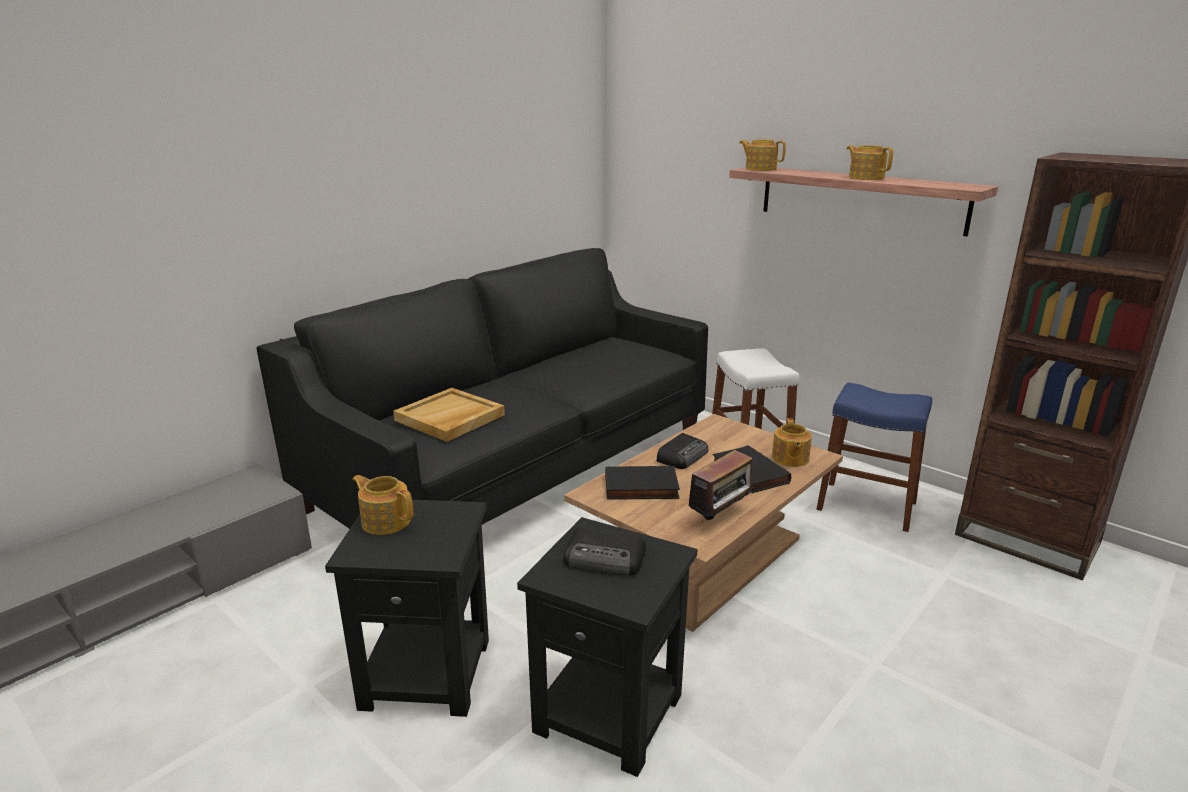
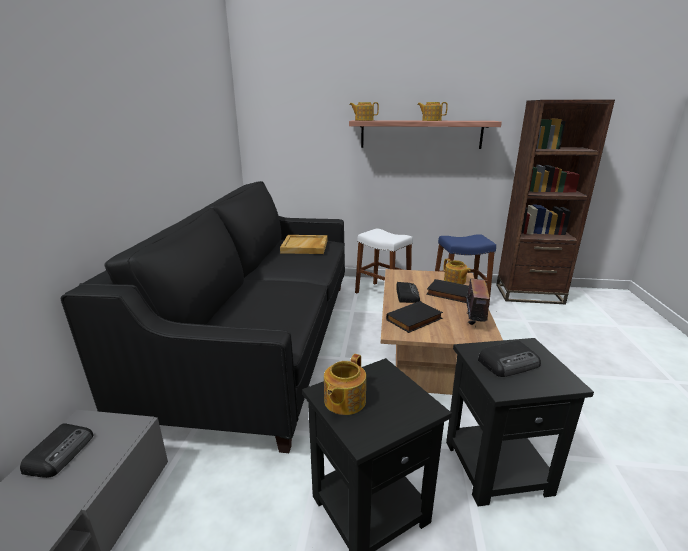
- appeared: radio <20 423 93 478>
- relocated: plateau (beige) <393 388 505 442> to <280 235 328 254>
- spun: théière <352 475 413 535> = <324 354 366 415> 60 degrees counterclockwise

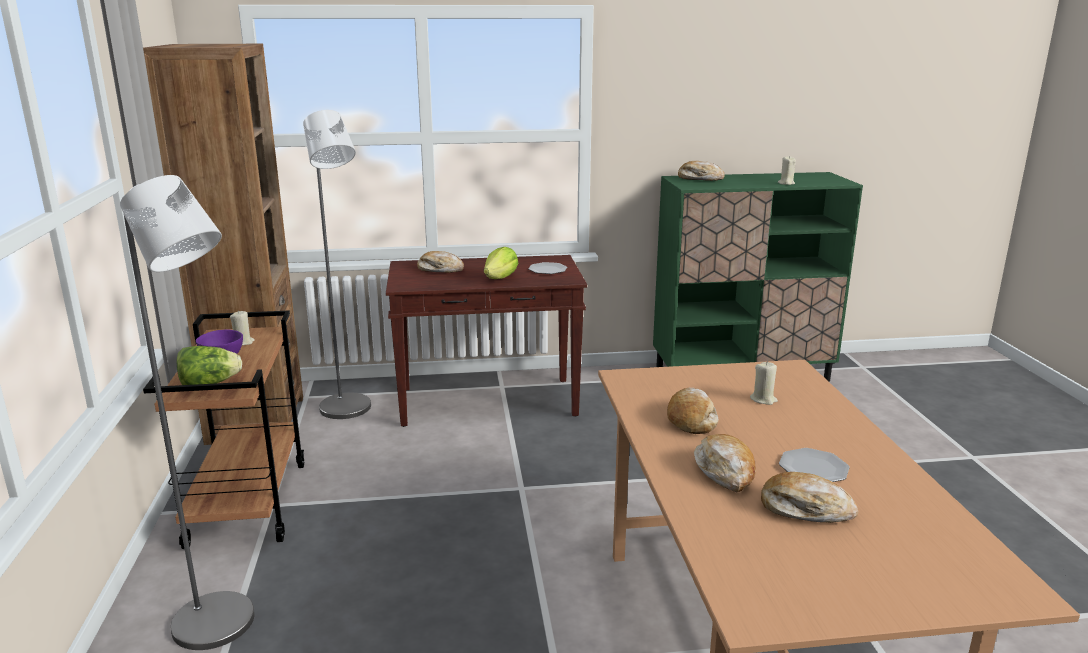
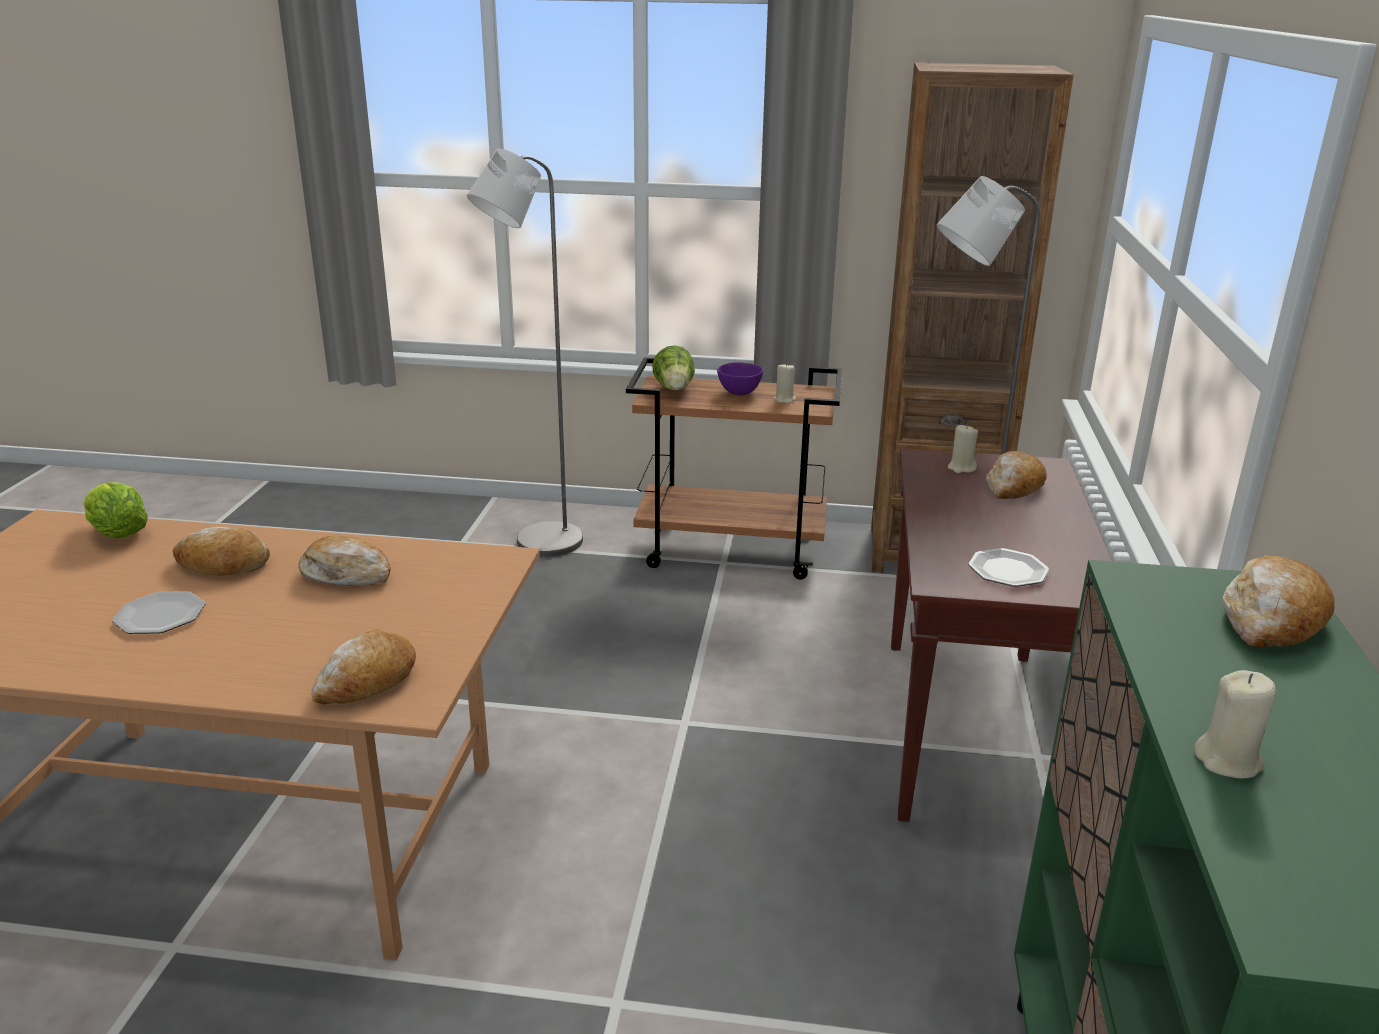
- relocated: laitue <484 247 518 279> to <84 482 148 539>
- relocated: pain <761 472 858 523> to <311 629 416 704>
- relocated: bougie (beige) <750 361 778 405> to <948 424 978 473>

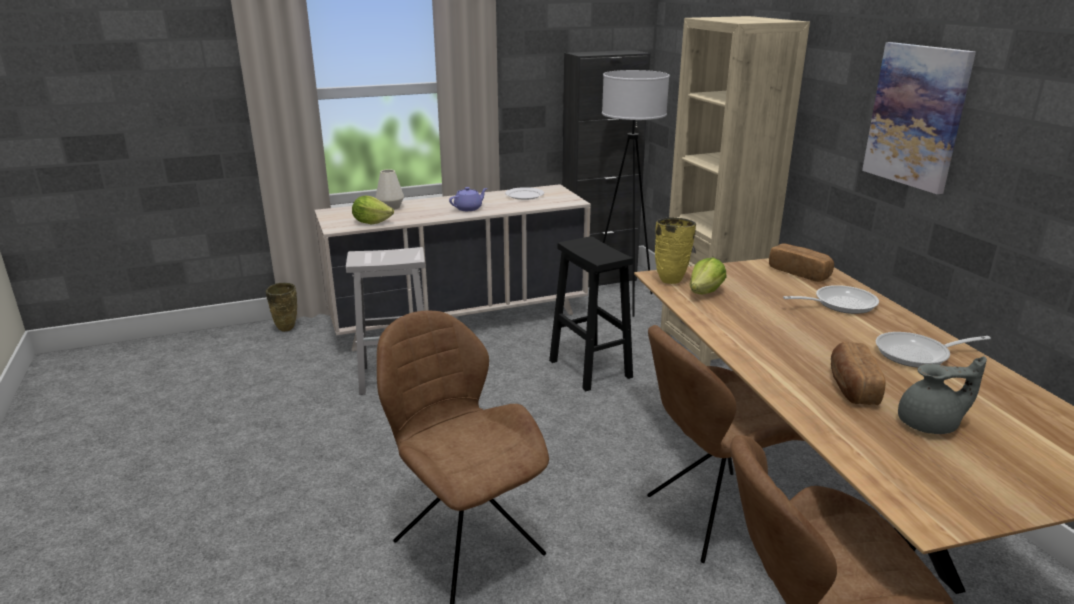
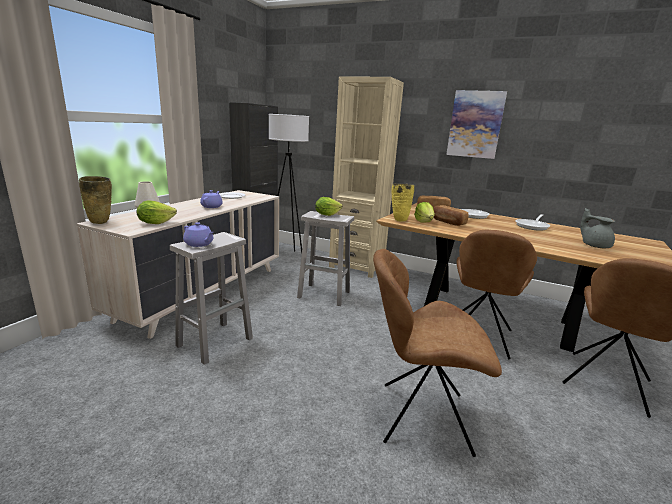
- relocated: vase (beige) <266 283 297 332> to <79 176 112 224>
- appeared: théière (violet) <183 222 214 247>
- colour: tabouret (noir) <549 236 633 391> to tabouret (blanc) <297 211 354 306>
- appeared: laitue <315 197 343 216>
- relocated: pain <831 342 886 405> to <433 205 469 226>
- spun: théière (gris) <898 356 987 434> = <580 208 615 248> 75 degrees counterclockwise

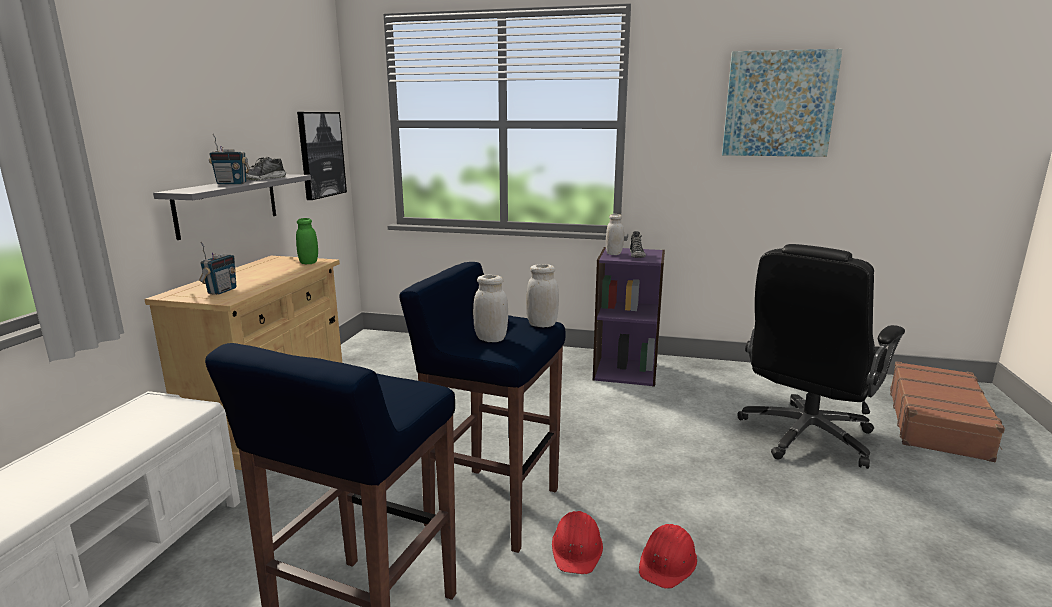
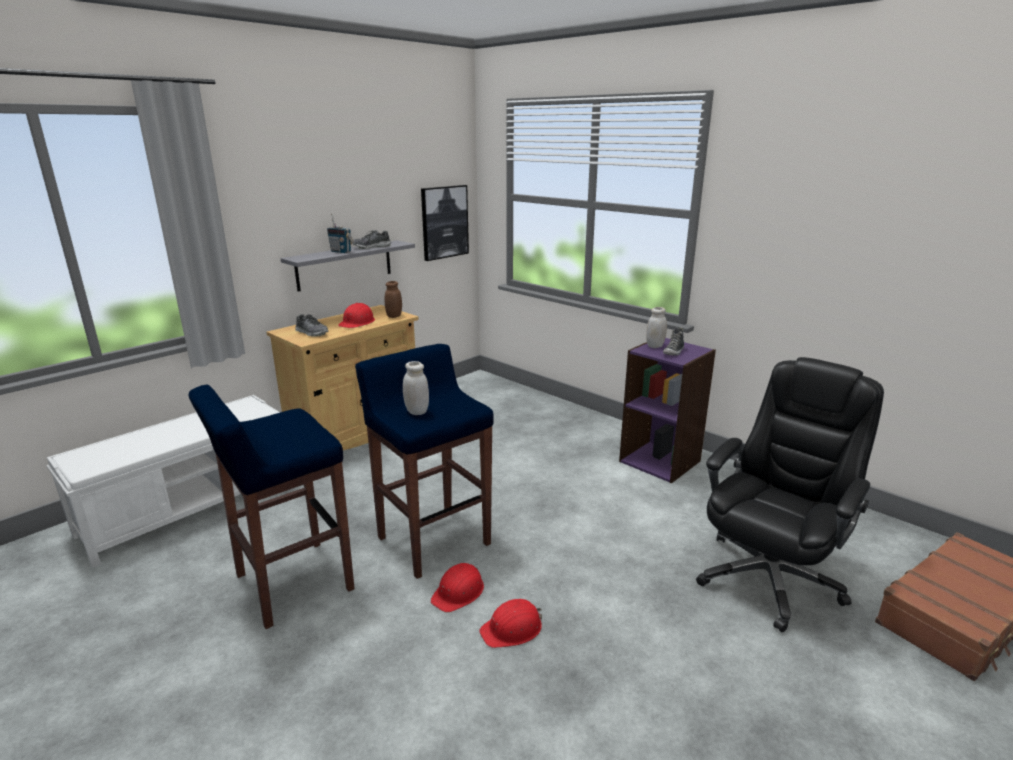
- exchanged: radio <199 242 236 295> to chaussure <295 314 329 337>
- appeared: casque de chantier (rouge) <338 303 375 328>
- colour: bocal (vert) <296 218 318 264> to bocal (marron) <384 281 402 318>
- spun: chaise de bureau (noir) <737 244 905 469> = <696 357 884 632> 150 degrees clockwise
- missing: bocal (blanc) <526 264 559 327>
- missing: tableau <722 49 842 157>

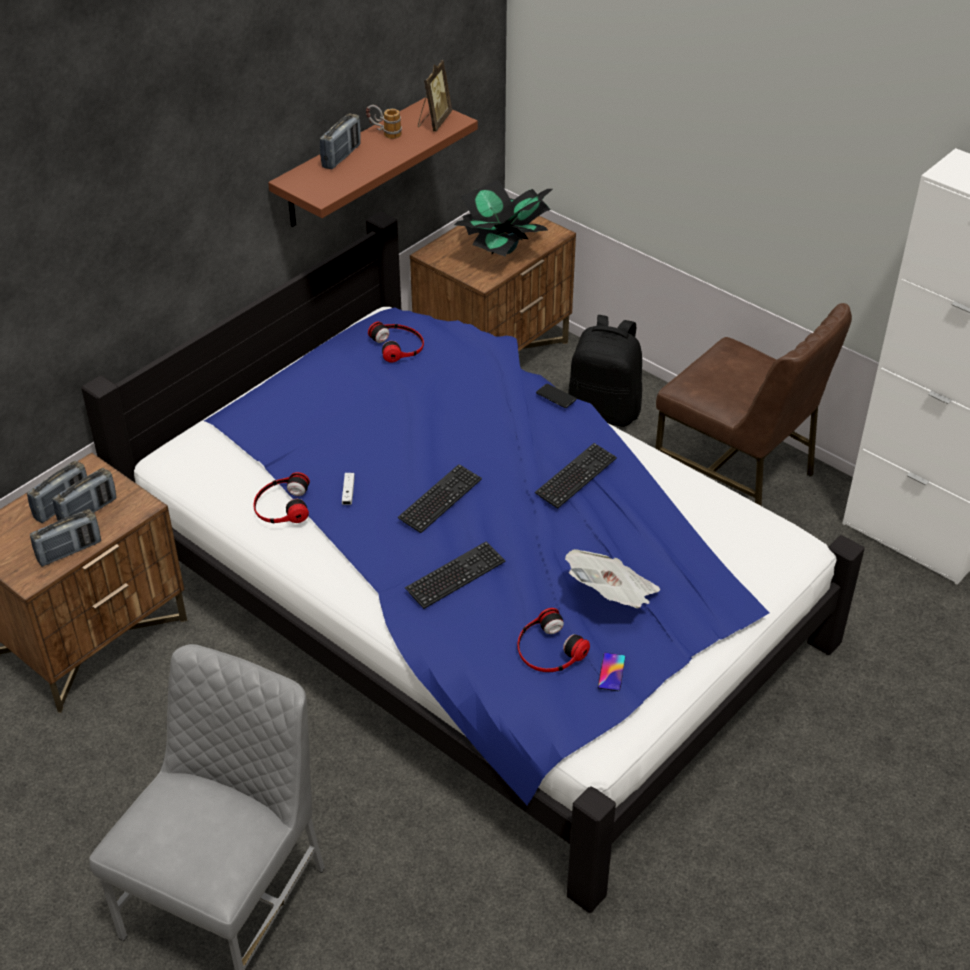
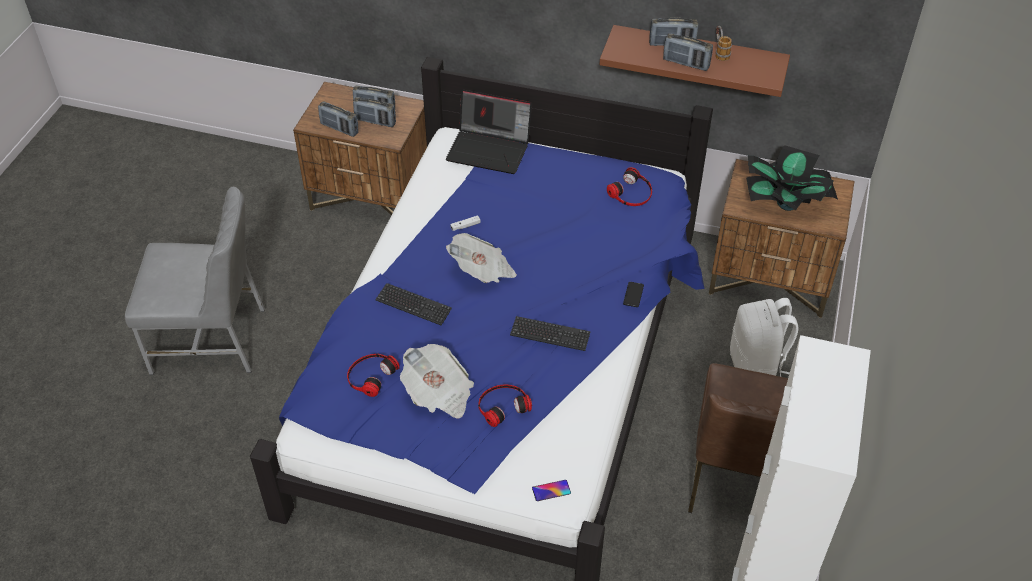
- appeared: ordinateur portable <446 90 532 174>
- exchanged: clavier <398 464 482 533> to journal <446 233 517 283>
- relocated: casque audio <254 472 310 523> to <478 385 532 427>
- relocated: téléphone <598 653 625 691> to <532 480 571 501>
- appeared: radio <663 33 713 71>
- colour: sac à dos (noir) <568 315 642 427> to sac à dos (blanc) <730 298 798 377>
- missing: cadre photo <418 60 452 132>

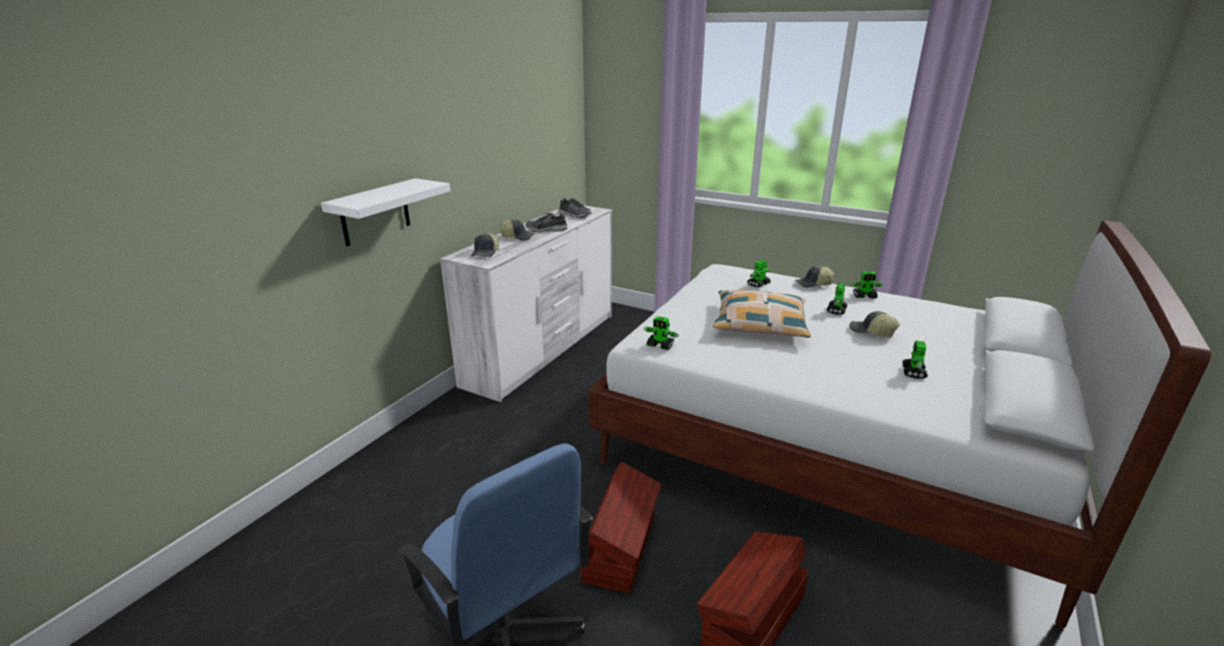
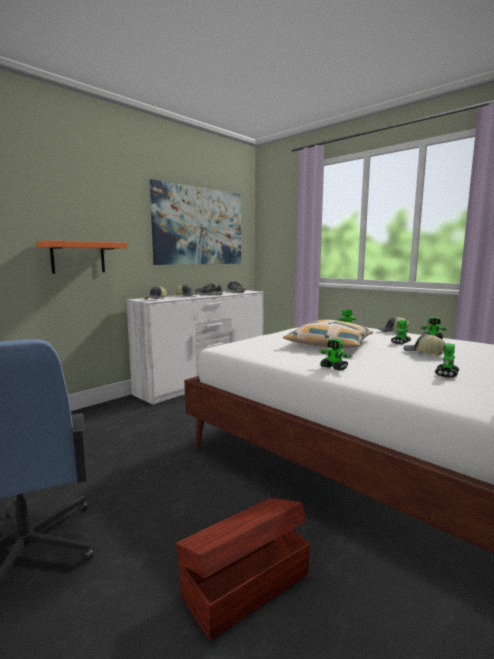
- colour: étagère (blanc) <321 178 450 246> to étagère (orange) <37 240 127 274>
- appeared: tableau <150 179 241 265>
- relocated: robot jouet <644 316 679 350> to <319 339 351 371>
- missing: boîte de rangement (marron) <580 462 661 594>

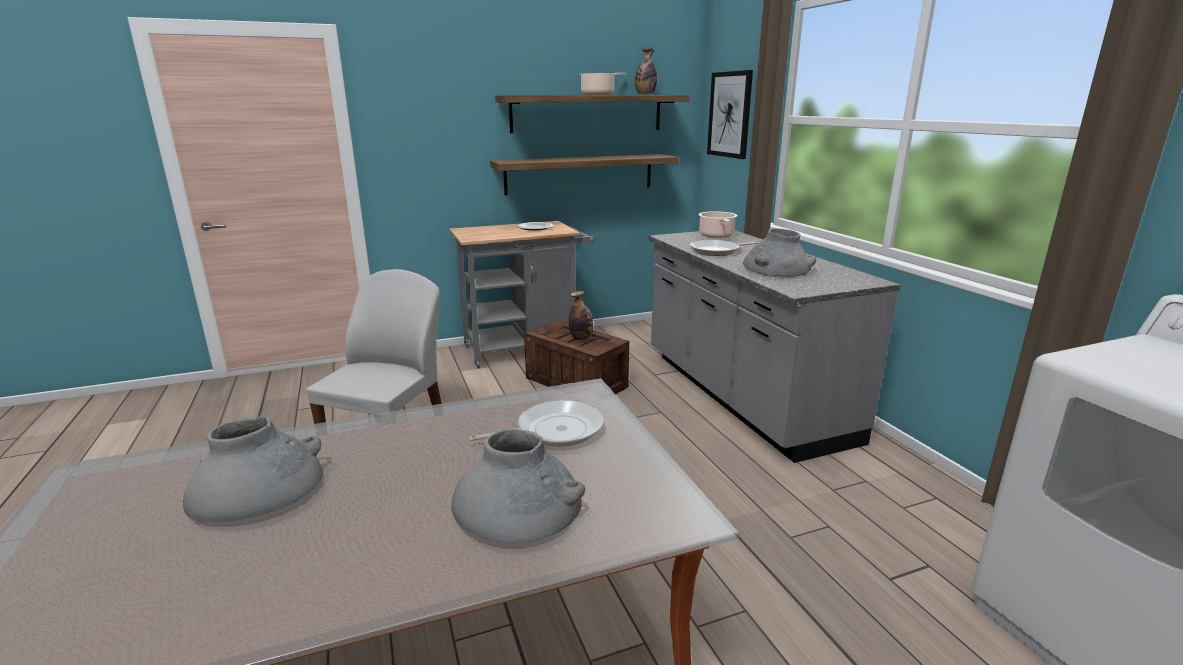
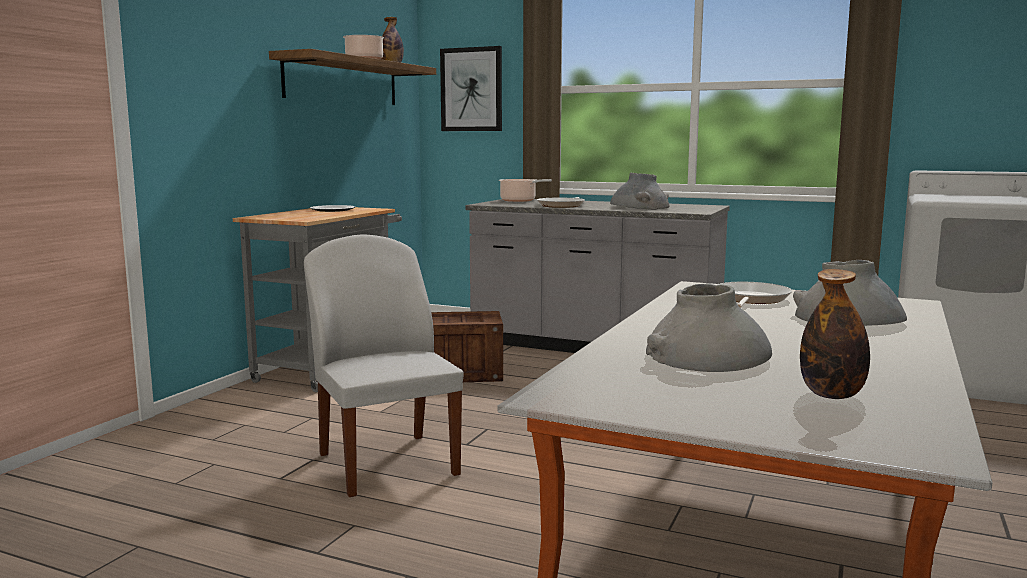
- relocated: bouteille <569 291 593 340> to <800 269 870 399>
- missing: étagère <490 154 679 195>

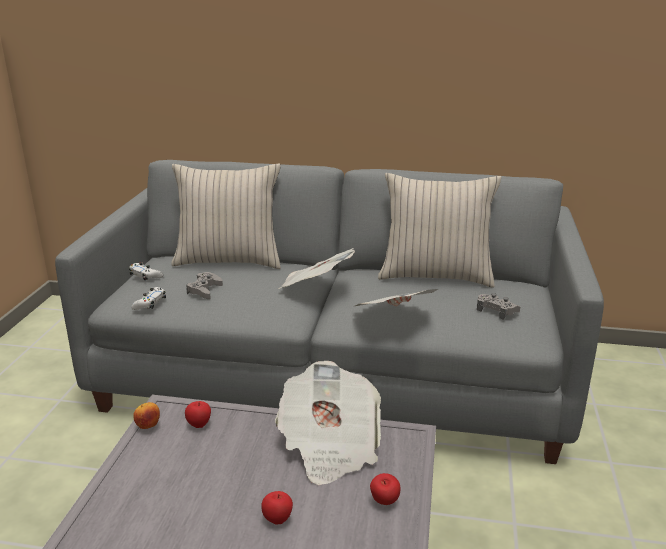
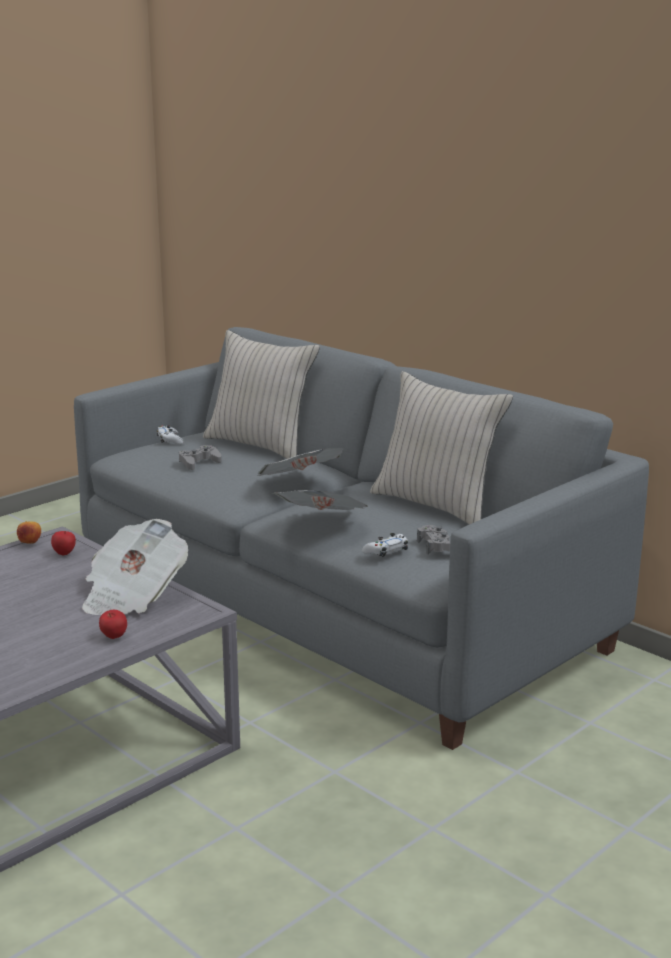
- relocated: manette (blanc) <131 287 166 310> to <362 533 408 557>
- missing: pomme <261 491 293 525>

